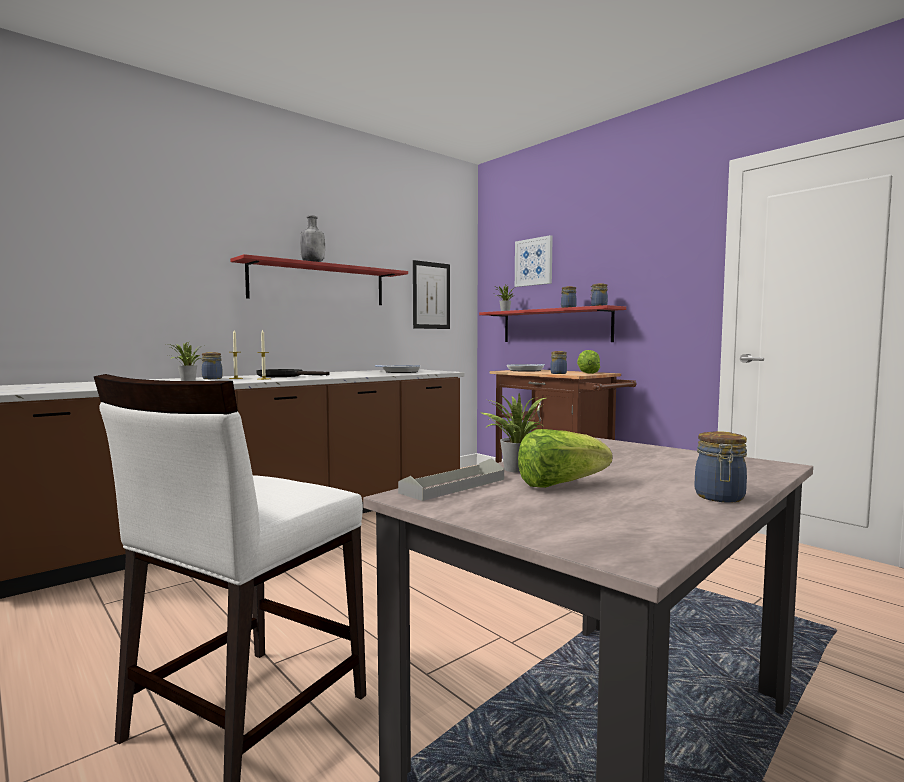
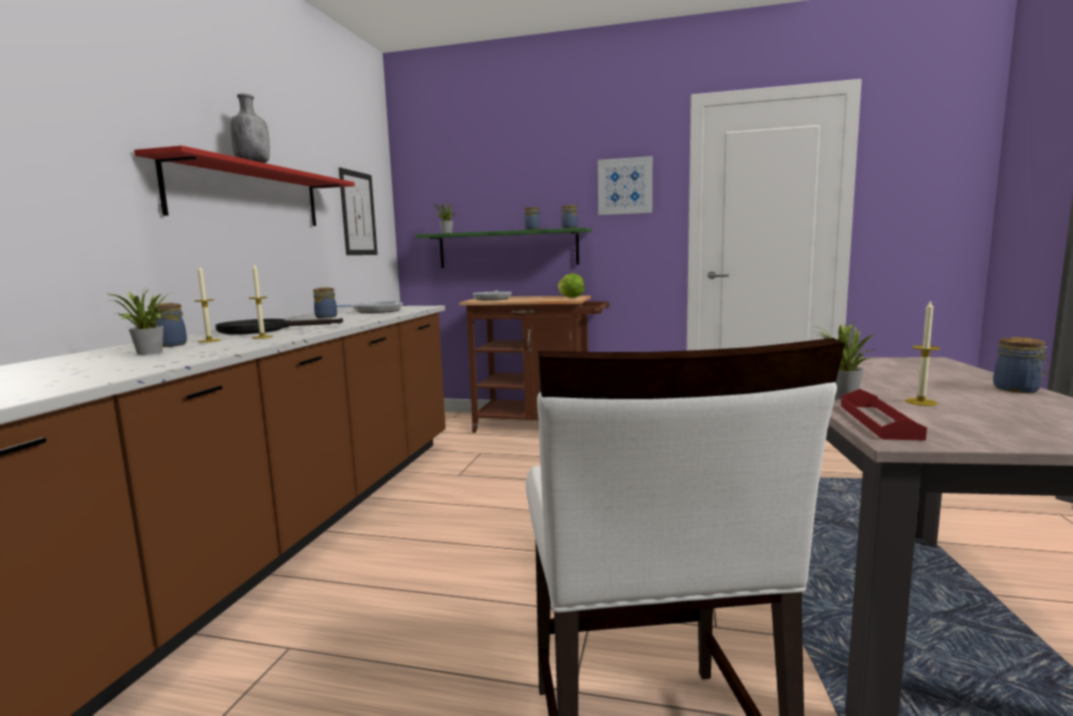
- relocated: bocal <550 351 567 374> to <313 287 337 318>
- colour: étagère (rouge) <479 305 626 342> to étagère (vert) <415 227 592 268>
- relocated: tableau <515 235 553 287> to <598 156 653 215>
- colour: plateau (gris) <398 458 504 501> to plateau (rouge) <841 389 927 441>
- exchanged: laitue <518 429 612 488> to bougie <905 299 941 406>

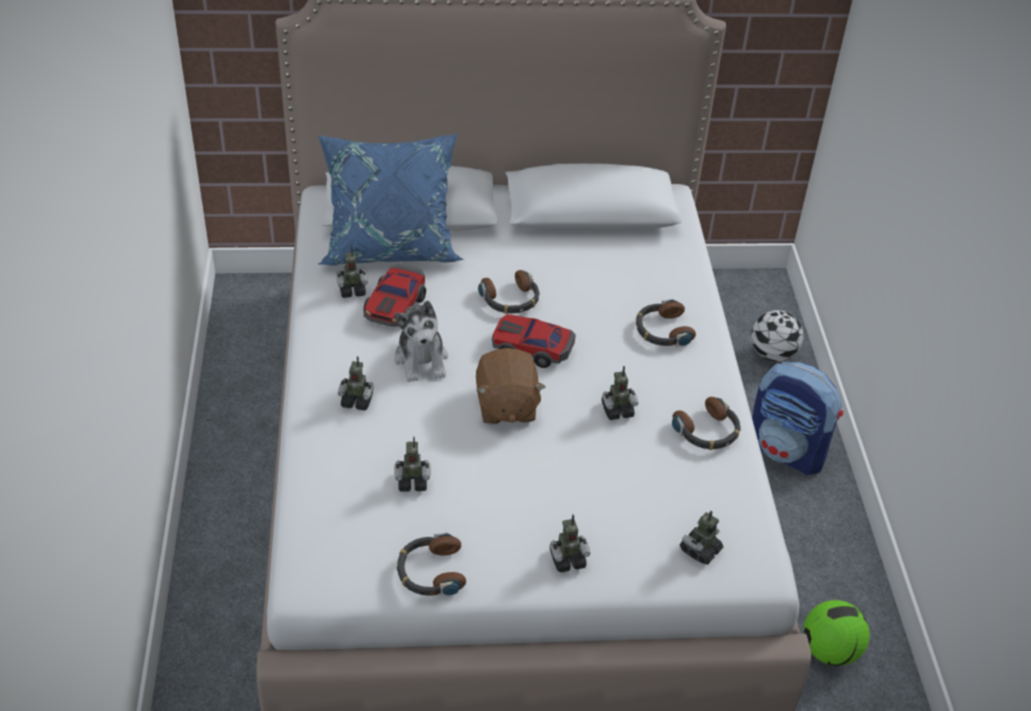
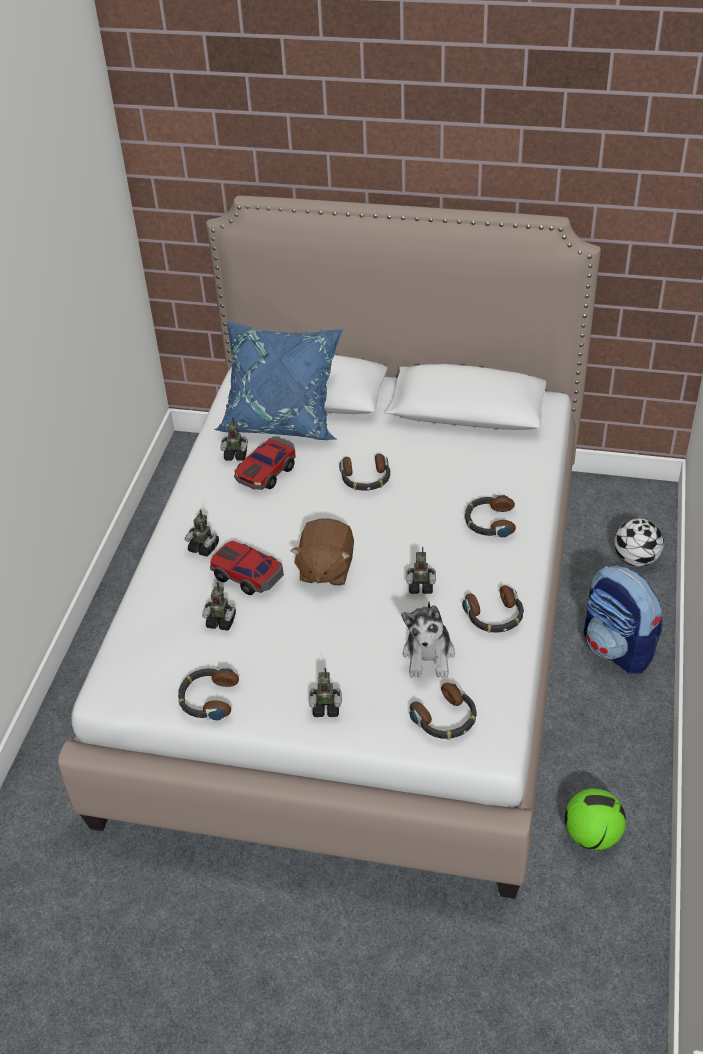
- relocated: petite voiture <492 314 576 368> to <210 540 284 595>
- relocated: peluche <394 301 448 382> to <401 602 455 678>
- exchanged: robot jouet <680 511 723 564> to casque audio <409 683 477 740>

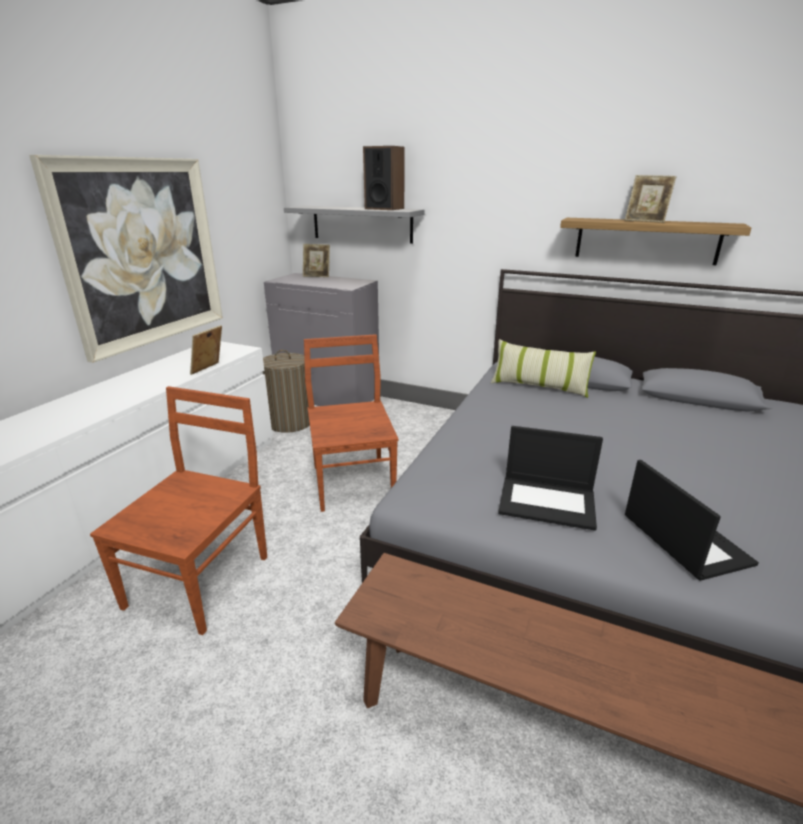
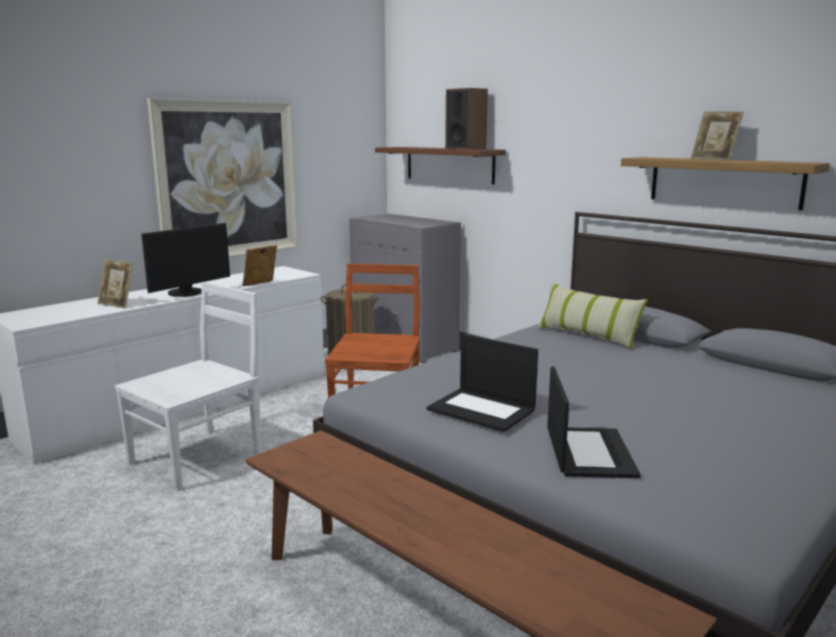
- relocated: cadre photo <303 244 330 277> to <98 259 133 309>
- colour: chaise (marron) <90 386 267 635> to chaise (blanc) <114 282 261 491>
- appeared: écran d'ordinateur <141 223 230 297>
- colour: étagère (gris) <284 206 425 244> to étagère (marron) <375 147 506 184>

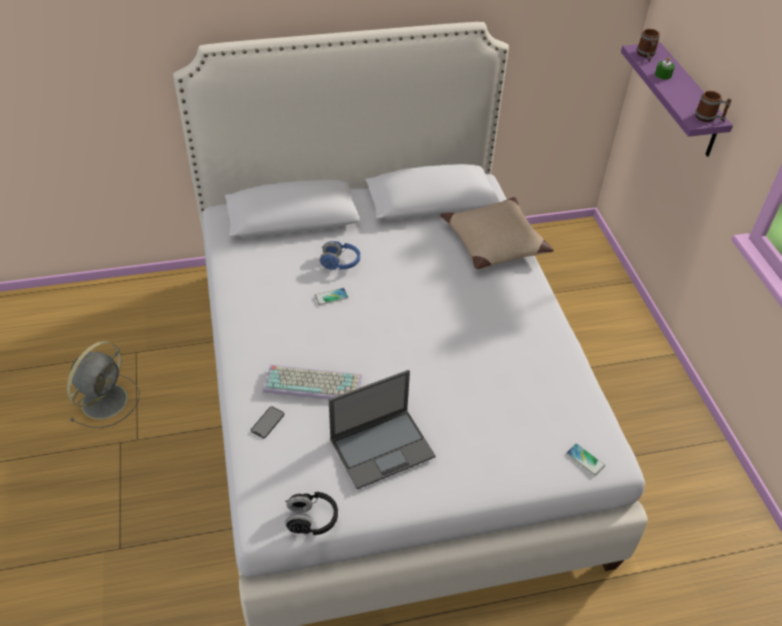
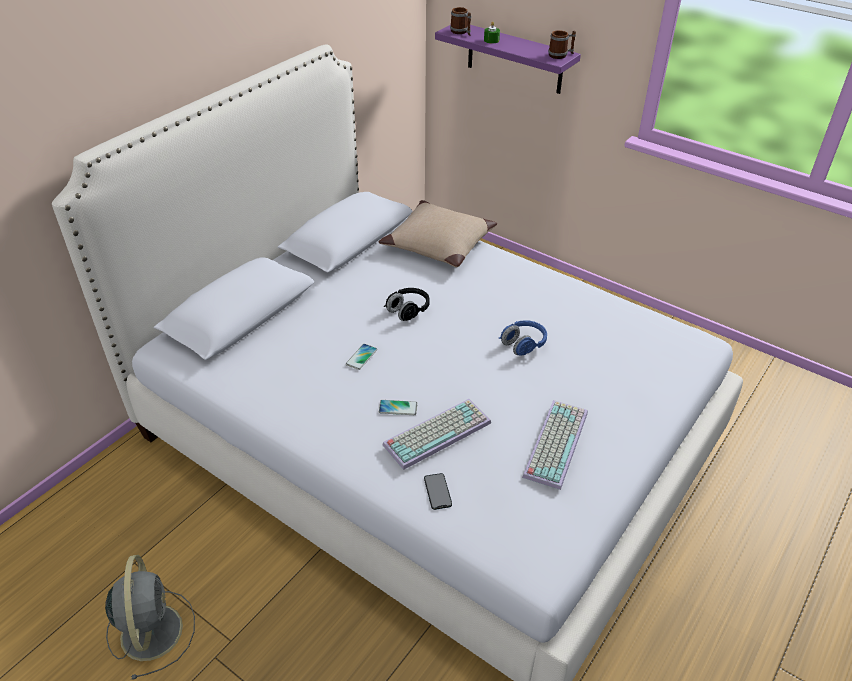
- relocated: téléphone <566 444 605 476> to <379 400 418 415>
- relocated: casque audio (noir) <285 491 338 535> to <384 288 430 321>
- relocated: casque audio (bleu) <320 241 360 270> to <499 320 547 355>
- exchanged: ordinateur portable <329 370 436 489> to clavier <522 400 588 490>

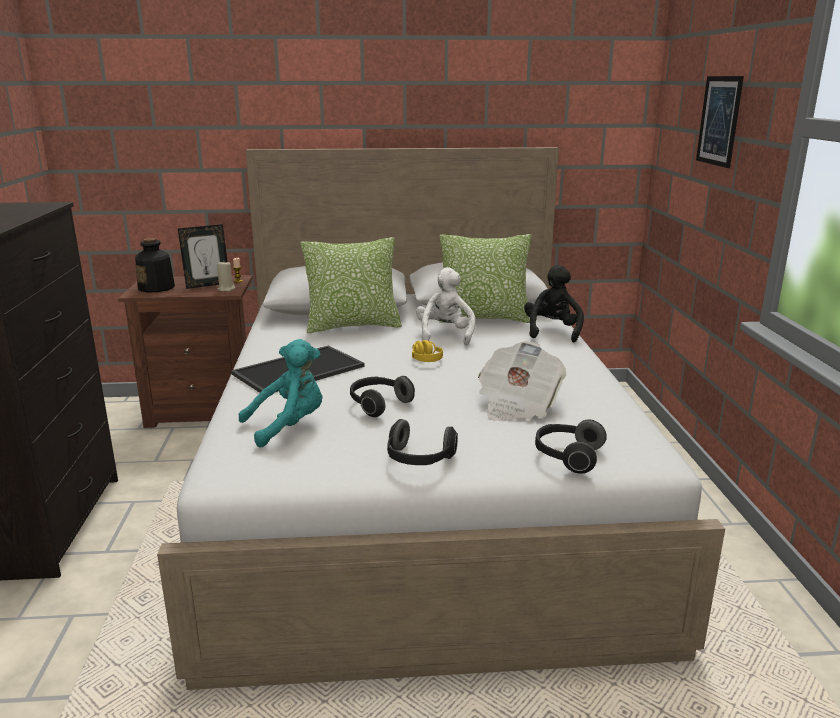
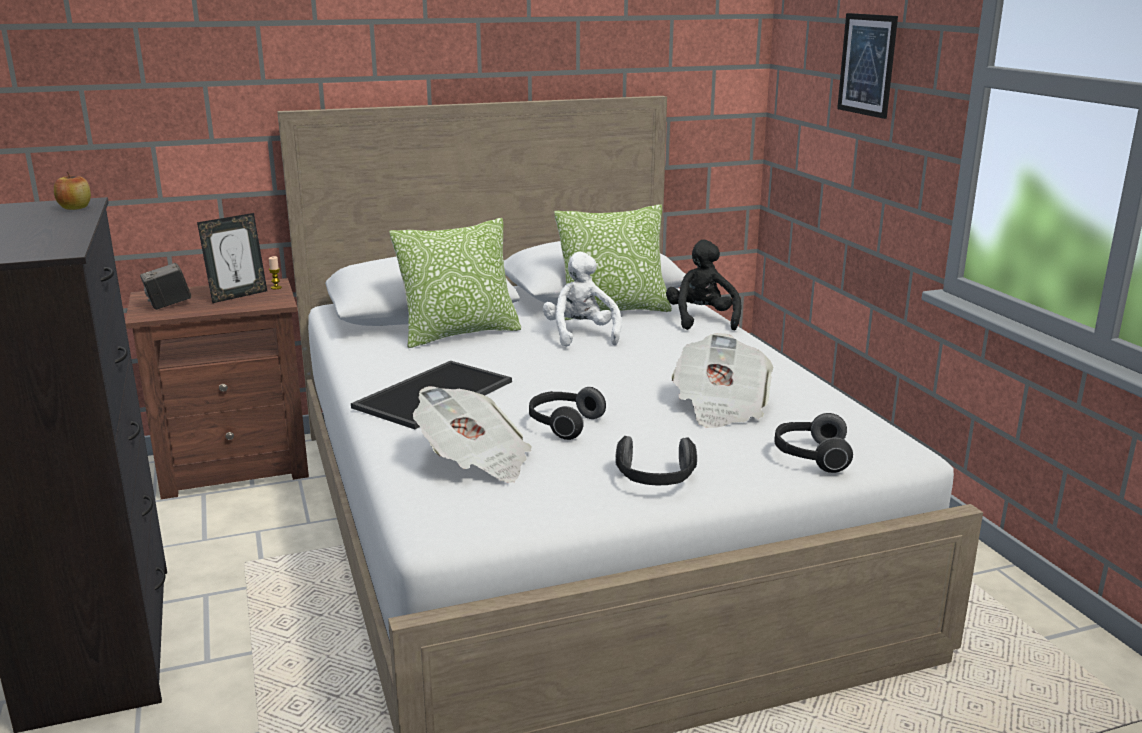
- appeared: pomme <54 172 91 210>
- exchanged: bouteille <135 238 175 292> to appareil photo <140 263 191 310>
- exchanged: peluche (turquoise) <239 339 322 447> to journal <413 386 532 483>
- missing: bougie (beige) <217 260 235 292>
- missing: casque audio (jaune) <412 340 443 362>

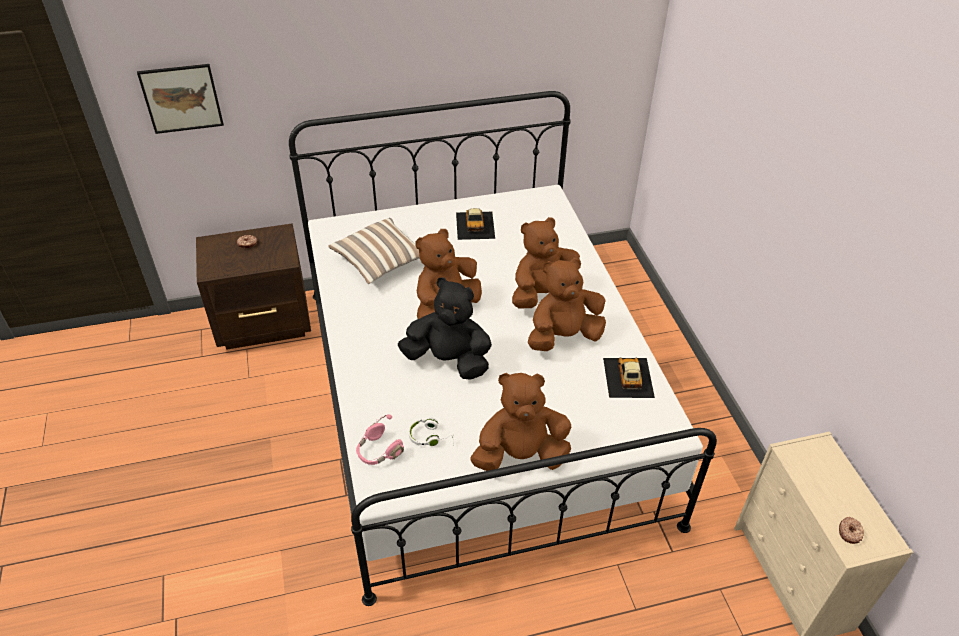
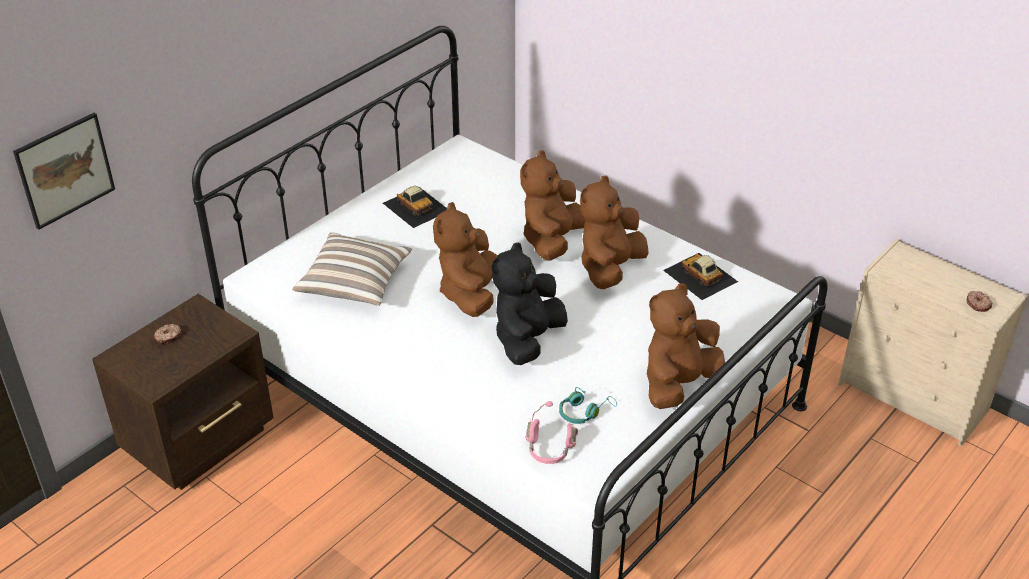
- spun: peluche (noir) <397 278 492 380> = <492 242 568 365> 45 degrees counterclockwise
- colour: casque audio (blanc) <409 416 454 446> to casque audio (turquoise) <559 387 617 424>

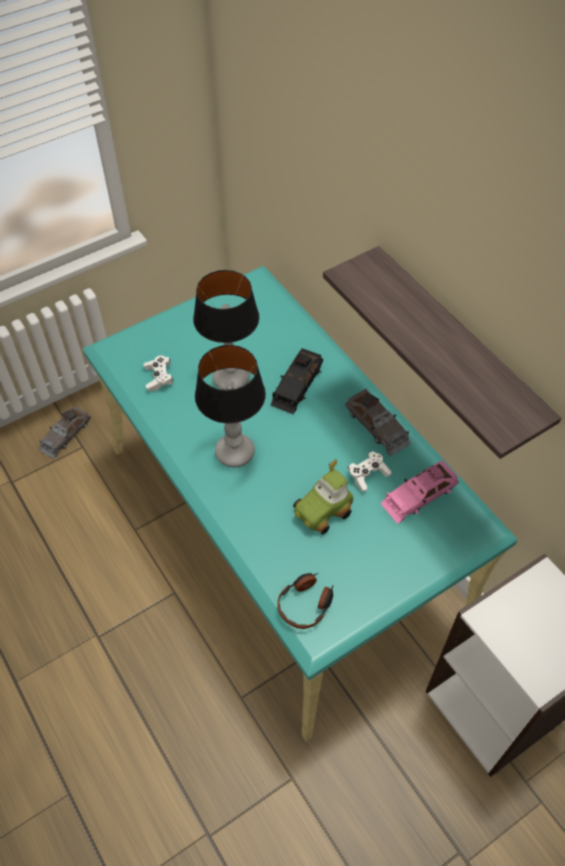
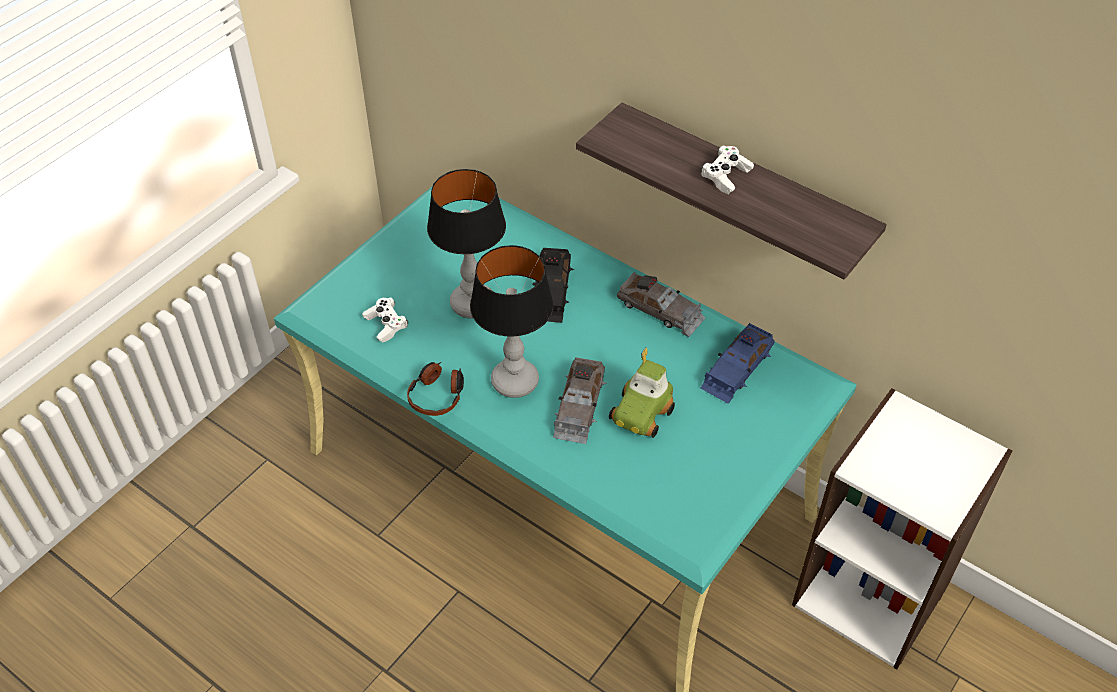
- relocated: casque audio <277 573 333 629> to <407 362 464 416>
- relocated: petite voiture (gris) <39 406 91 459> to <553 357 607 444>
- relocated: manette (blanc) <348 451 392 492> to <701 146 754 194>
- colour: petite voiture (rose) <380 460 459 524> to petite voiture (bleu) <701 323 775 403>

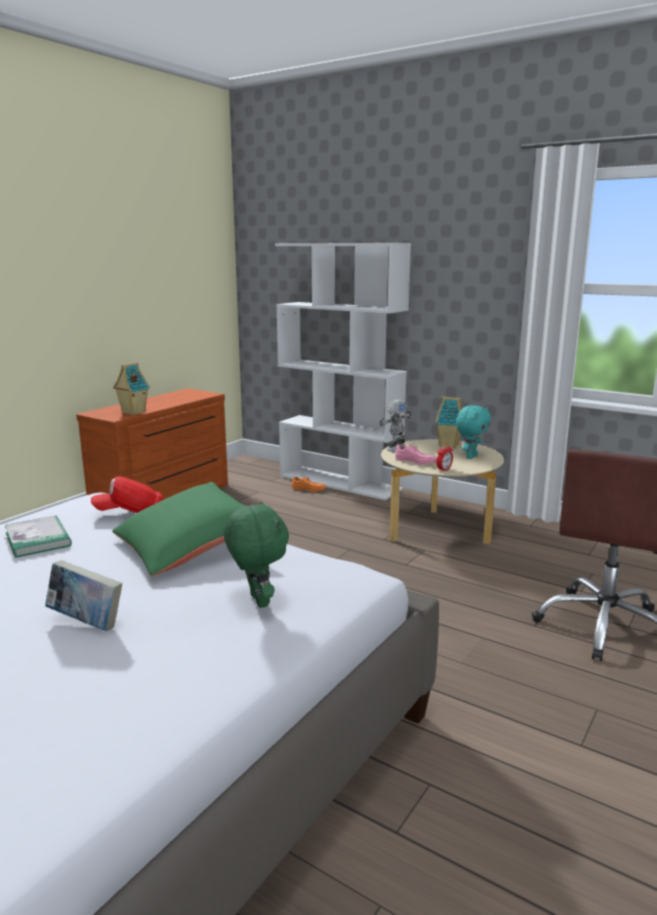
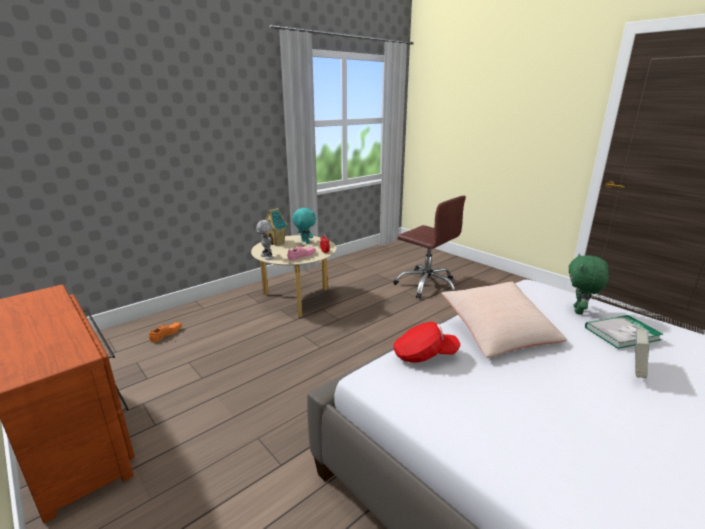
- spun: casquette (rouge) <91 477 164 513> = <393 322 460 363> 90 degrees counterclockwise
- colour: coussin (vert) <112 482 245 576> to coussin (beige) <441 282 567 358>
- spun: peluche (vert) <224 501 289 608> = <569 253 609 315> 60 degrees counterclockwise
- relocated: livre <5 515 72 558> to <585 315 663 349>
- missing: maison miniature <113 362 150 415>
- missing: bibliothèque (blanc) <275 243 411 500>

